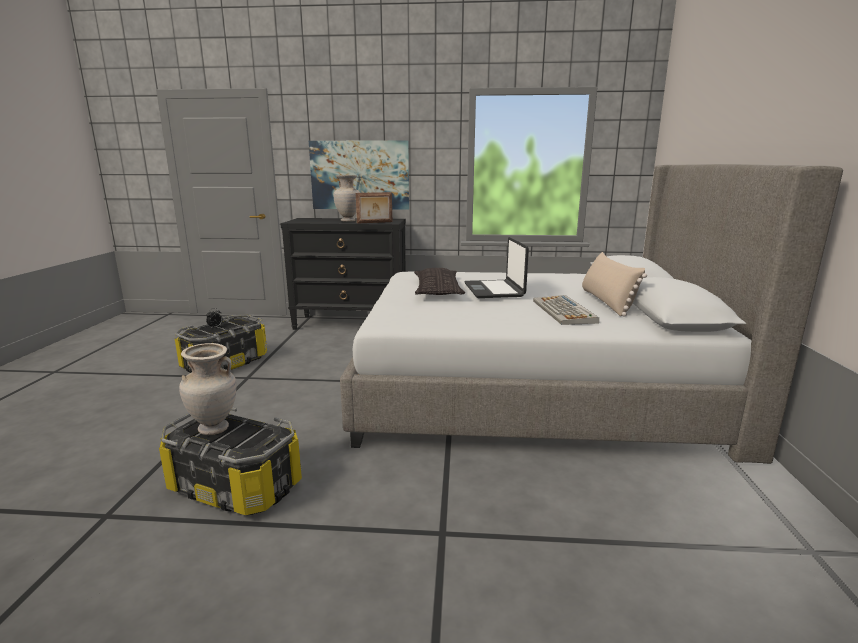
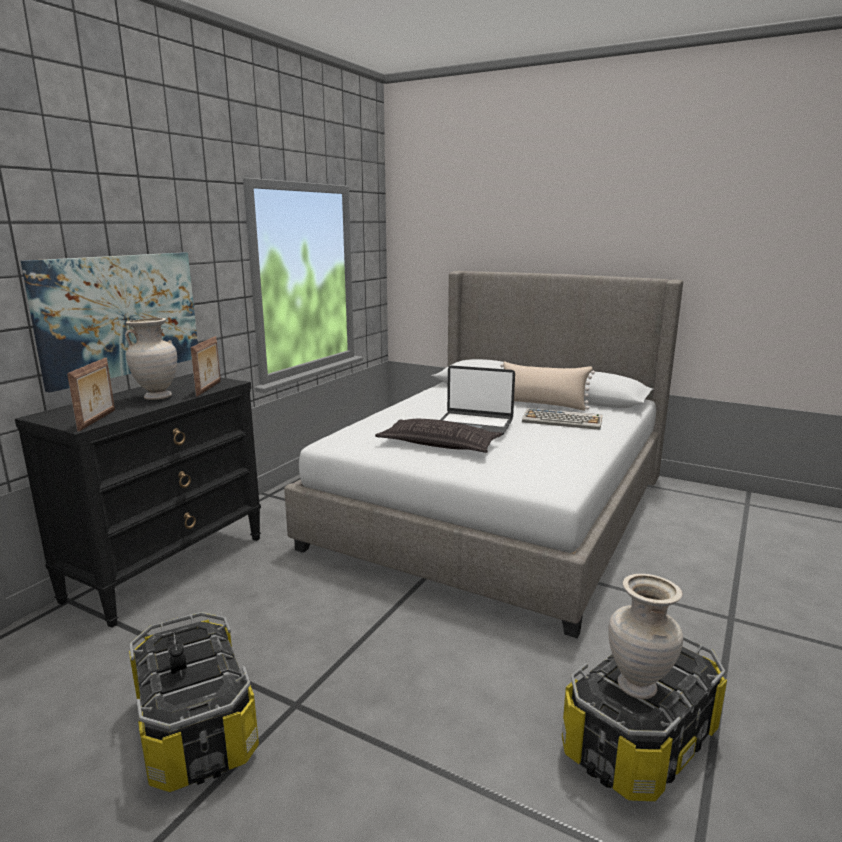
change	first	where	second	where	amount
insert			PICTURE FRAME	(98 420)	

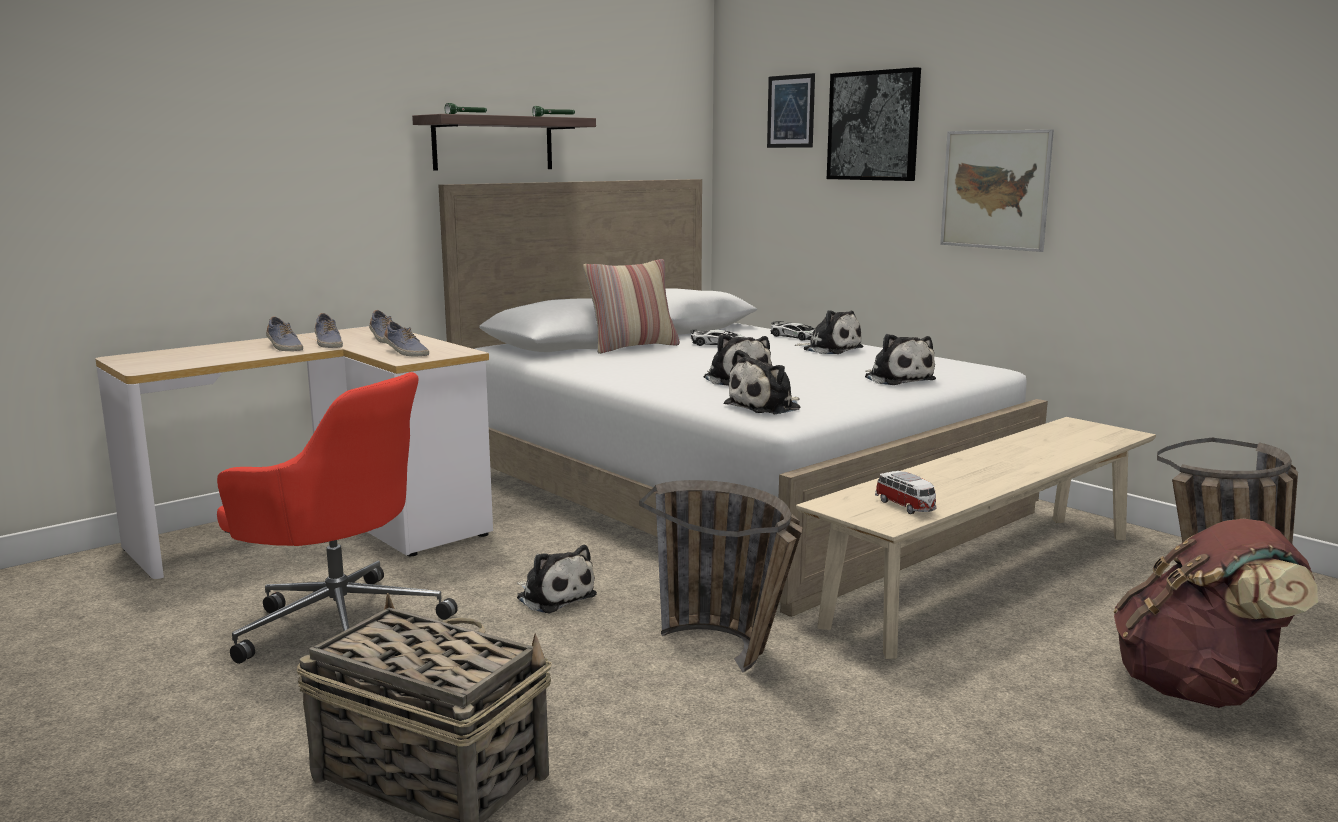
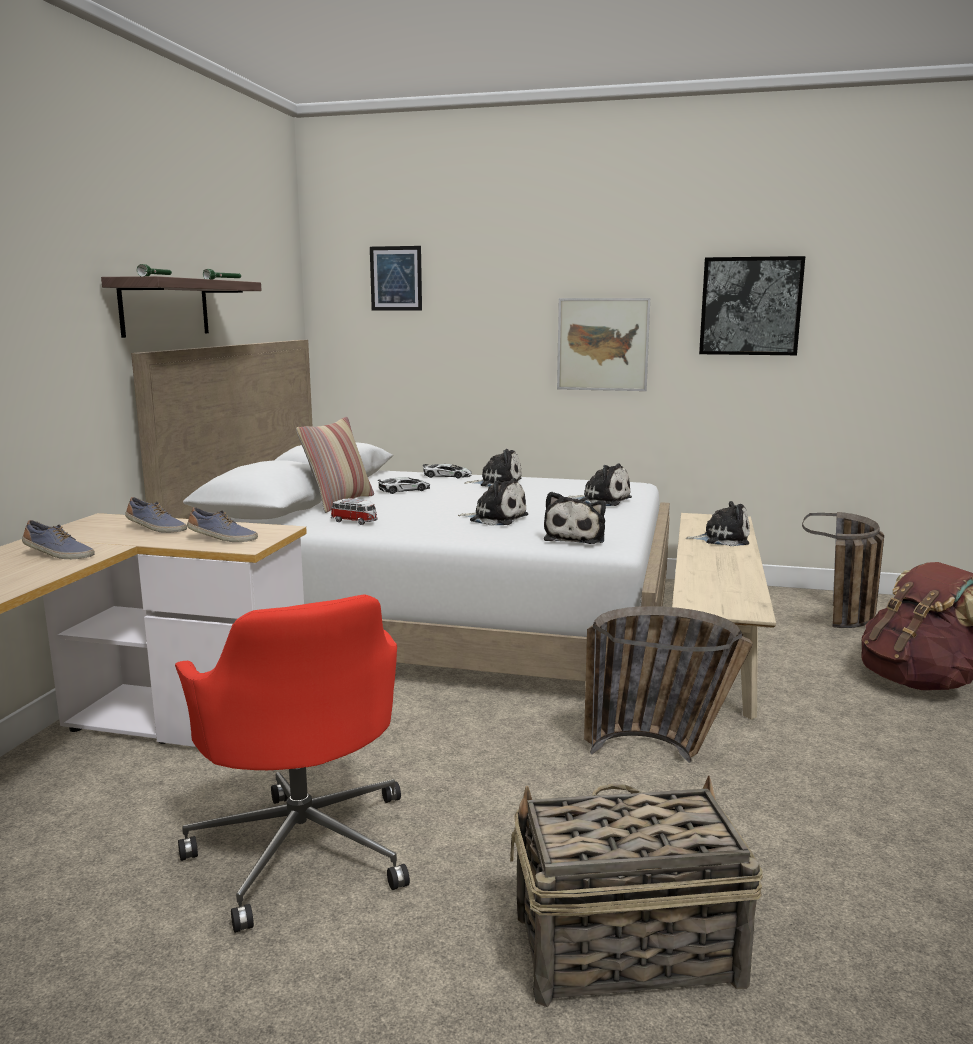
change	first	where	second	where	amount
rotate	RED OFFICE CHAIR	(339 624)		(303 847)	75 degrees clockwise
move	TOY CAR	(906 506)		(355 522)	
move	PLUSH TOY	(554 596)		(722 539)	
move	PICTURE	(874 126)		(750 306)	
delete	SHOE	(328 343)			

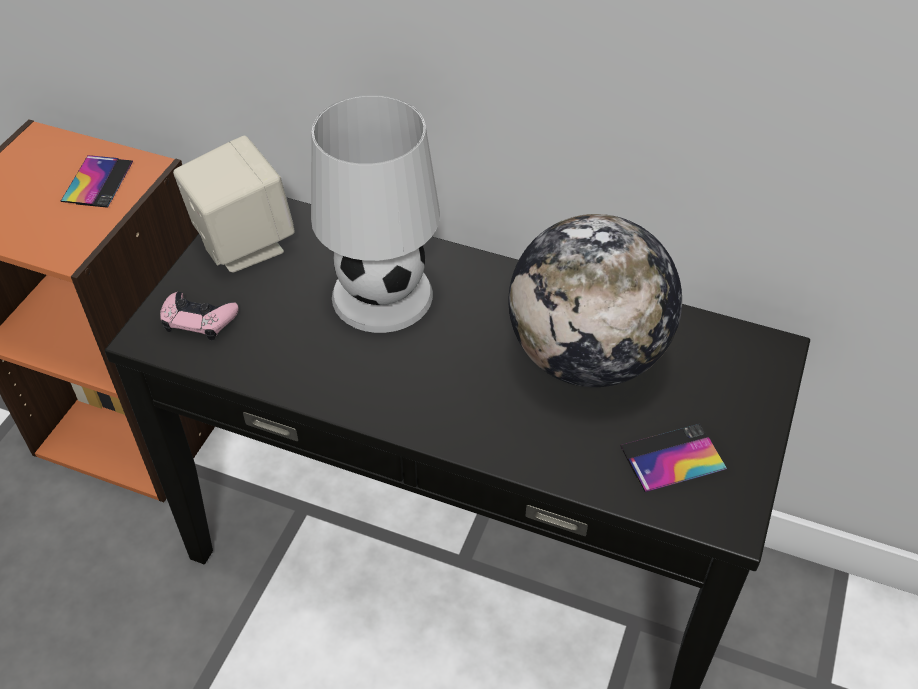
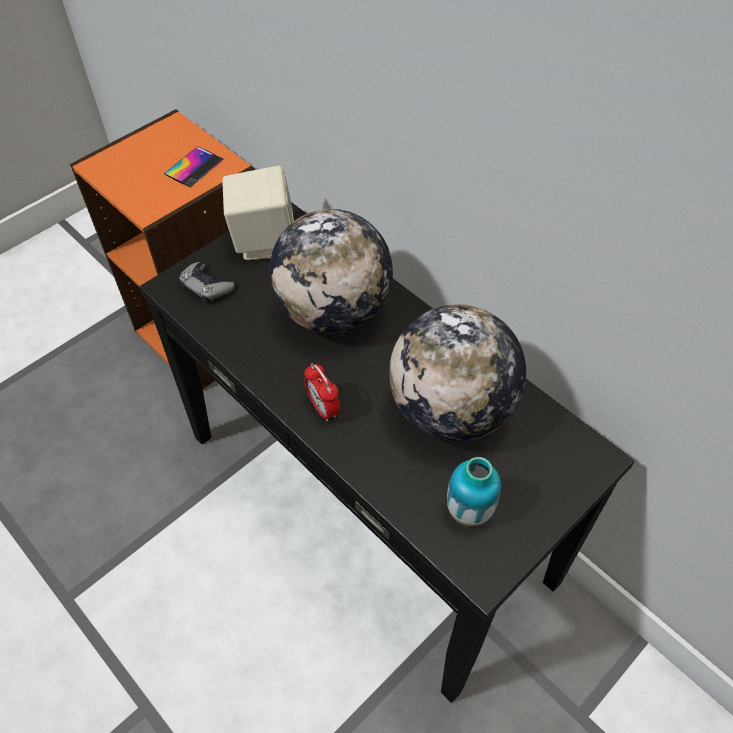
change	first	where	second	where	amount
recolor	PINK GAME CONTROLLER	(199 320)	GREY GAME CONTROLLER	(206 286)	
replace	WHITE TABLE LAMP	(382 296)	GLOBE	(334 311)	
insert			ALARM CLOCK	(323 408)	
replace	PHONE	(672 458)	VASE	(469 511)	

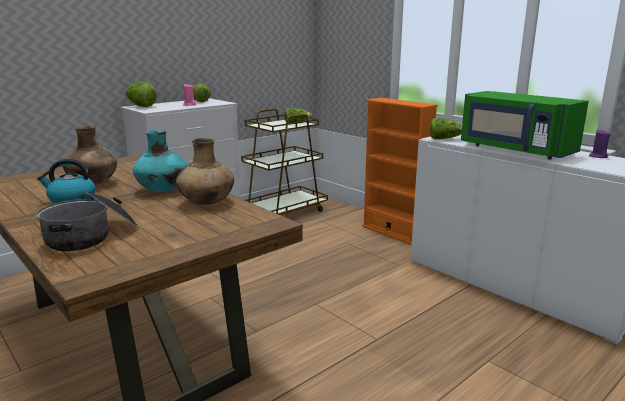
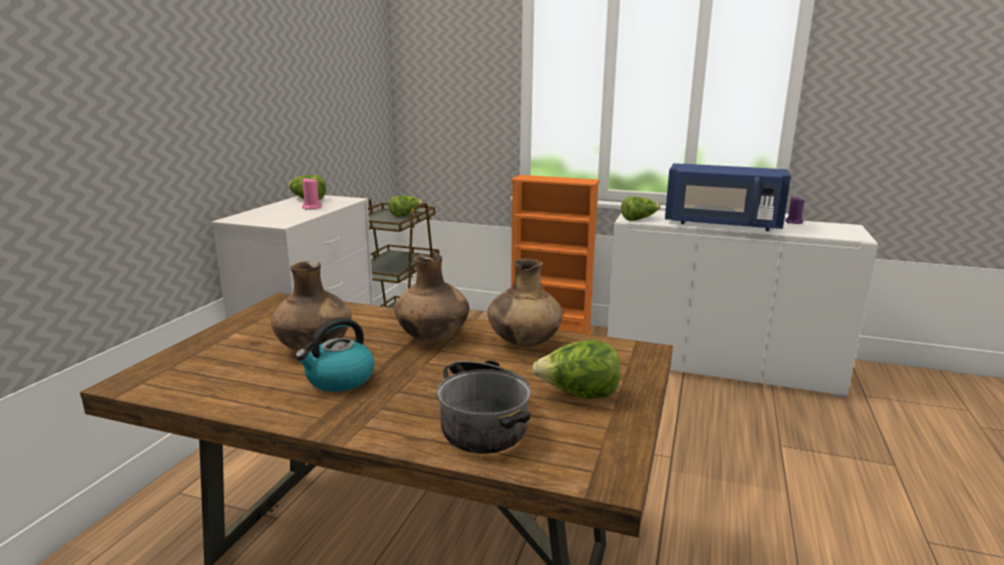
change	first	where	second	where	amount
recolor	TURQUOISE VASE	(163 190)	BROWN VASE	(433 337)	
move	LETTUCE	(141 106)		(578 395)	
recolor	GREEN MICROWAVE	(514 150)	BLUE MICROWAVE	(722 224)	

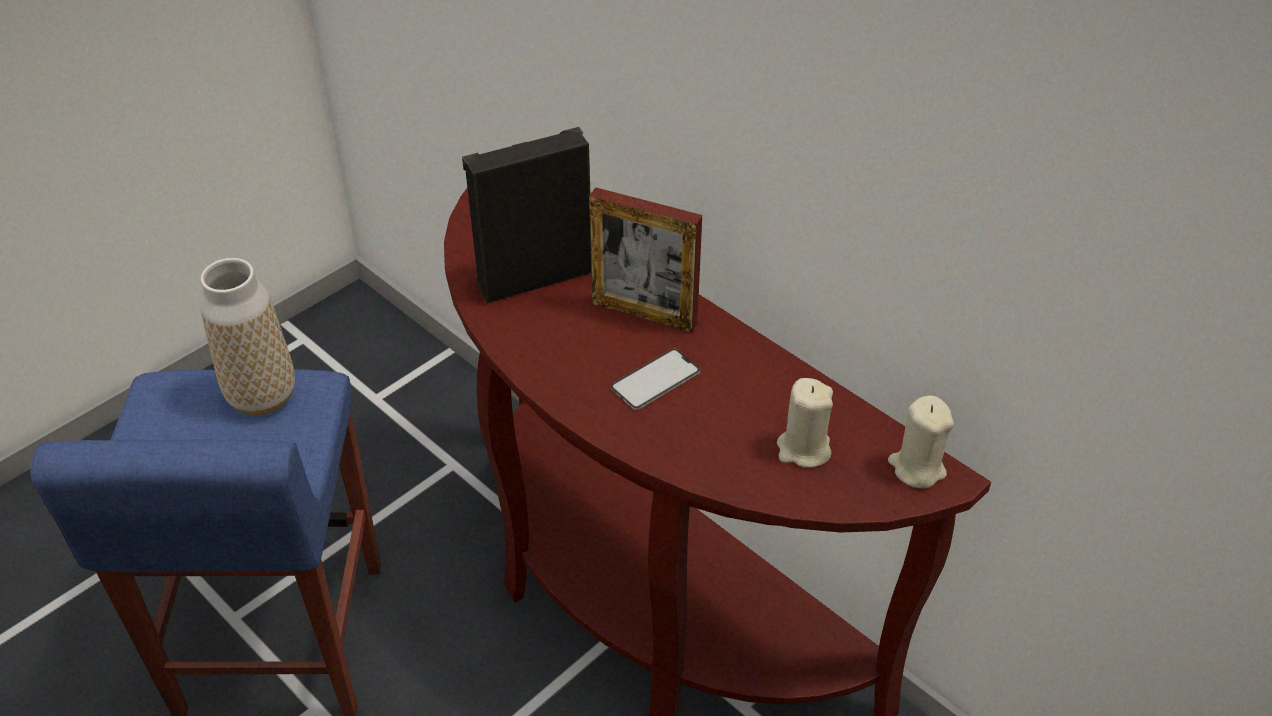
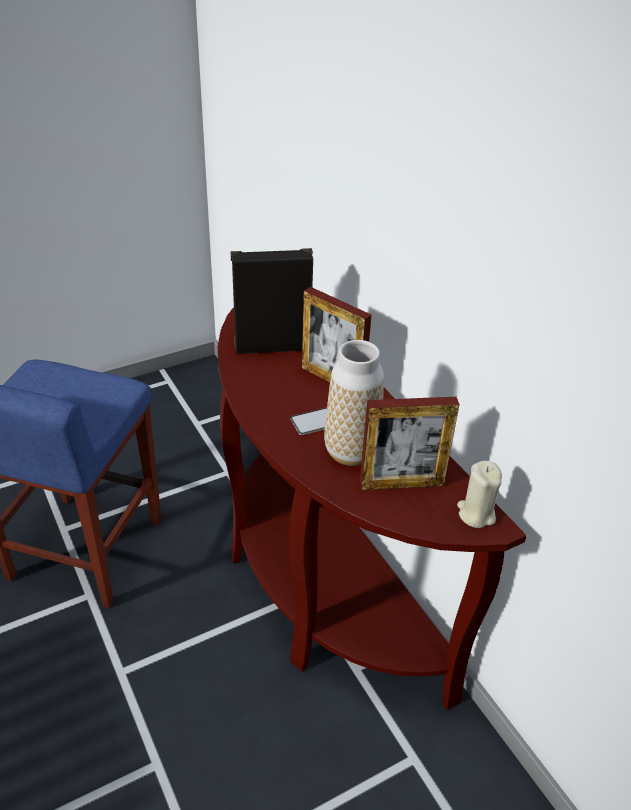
change	first	where	second	where	amount
move	VASE	(262 397)		(351 452)	
replace	BEIGE CANDLE	(803 449)	PICTURE FRAME	(401 484)	

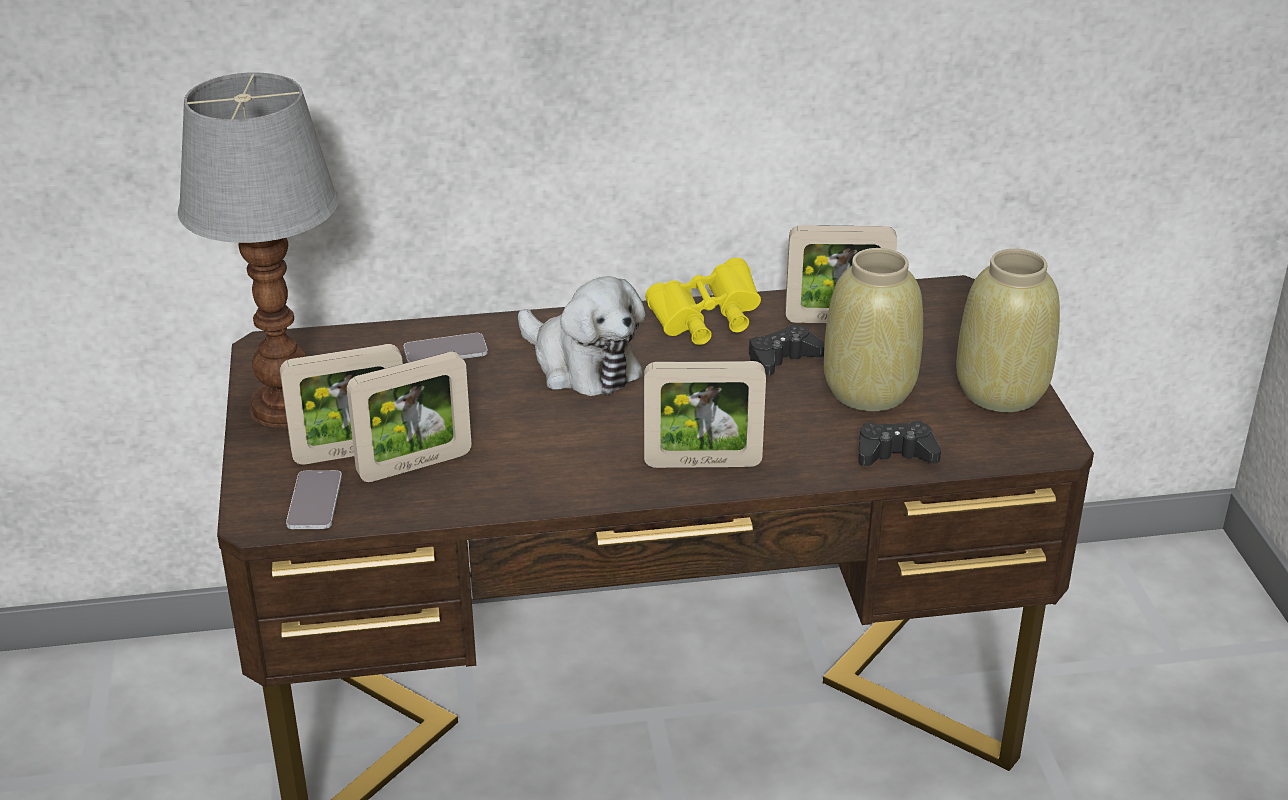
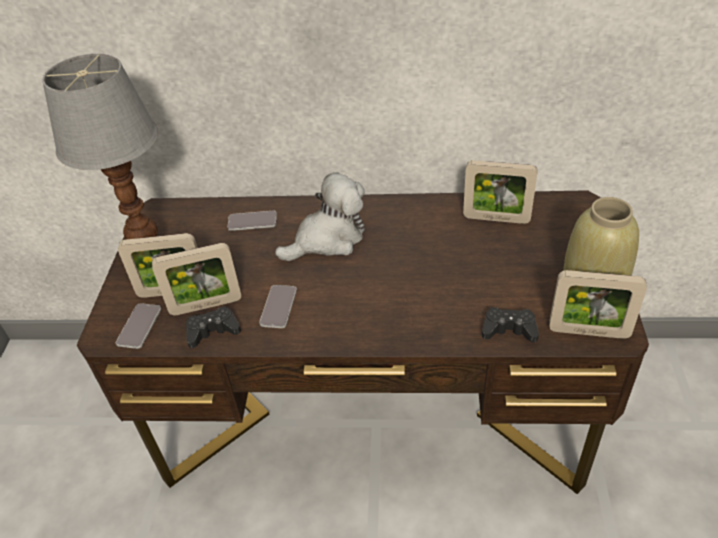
change	first	where	second	where	amount
move	BLACK GAME CONTROLLER	(783 358)		(213 331)	
insert			PHONE	(278 307)	
rotate	PLUSH TOY	(581 365)		(328 239)	90 degrees counterclockwise
move	PICTURE FRAME	(702 463)		(588 332)	
delete	YELLOW BINOCULARS	(705 322)			
delete	BEIGE VASE	(869 390)			

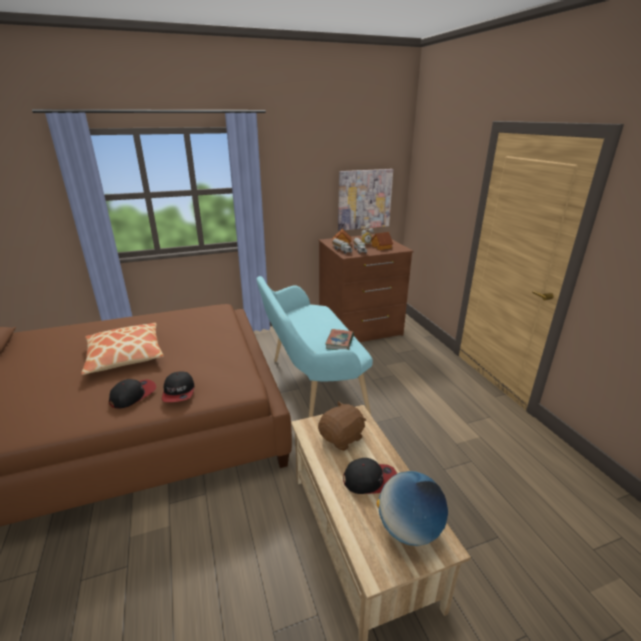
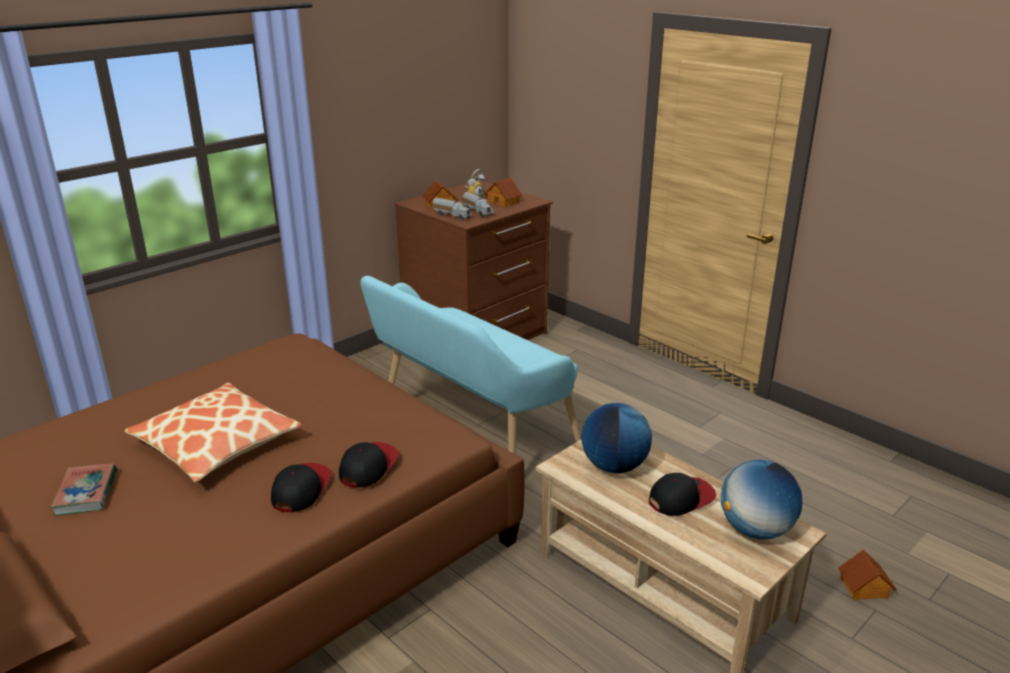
change	first	where	second	where	amount
move	BOOK	(339 342)		(86 493)	
rotate	CAP	(179 392)		(368 467)	120 degrees counterclockwise
replace	BROWN PLUSH TOY	(342 438)	GLOBE	(614 466)	
insert			TOY HOUSE	(864 588)	
delete	PICTURE	(364 199)			

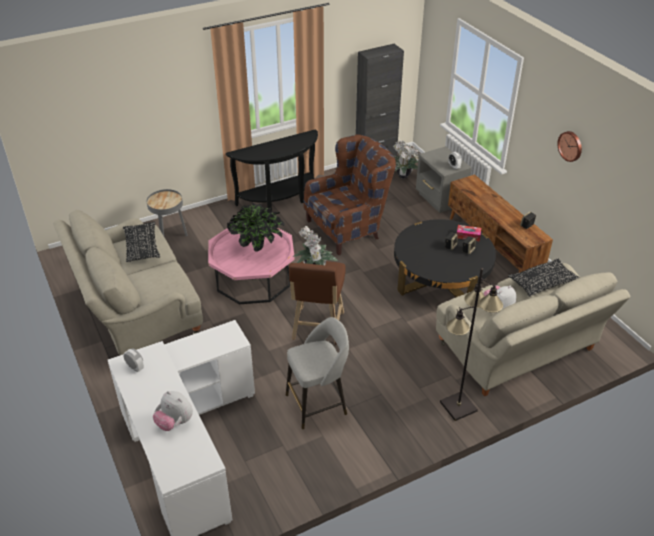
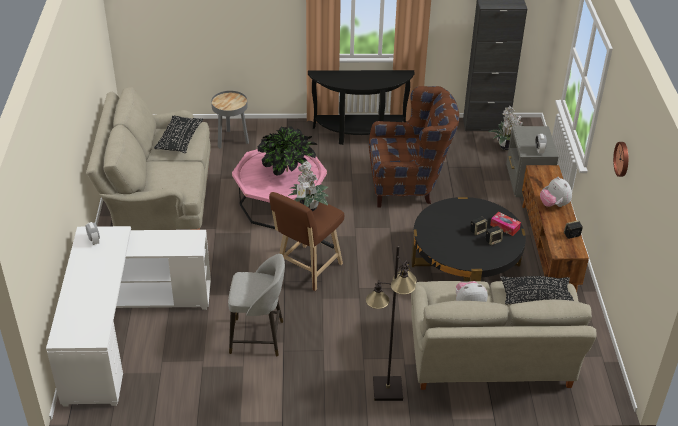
change	first	where	second	where	amount
move	PLUSH TOY	(175 422)		(554 204)	

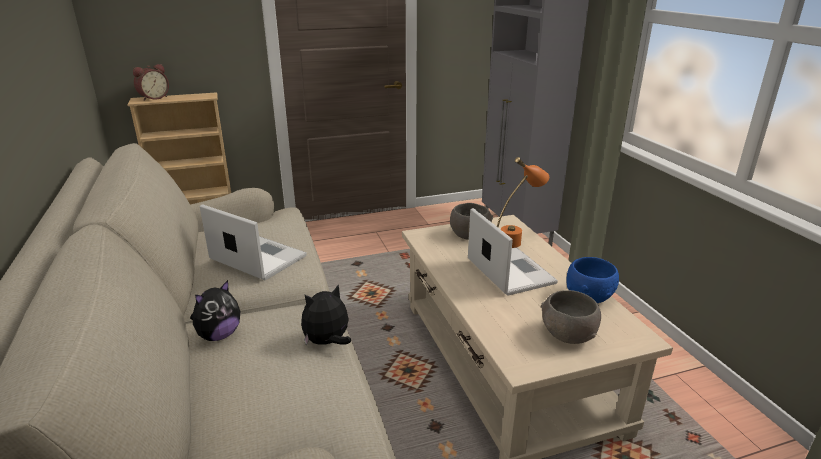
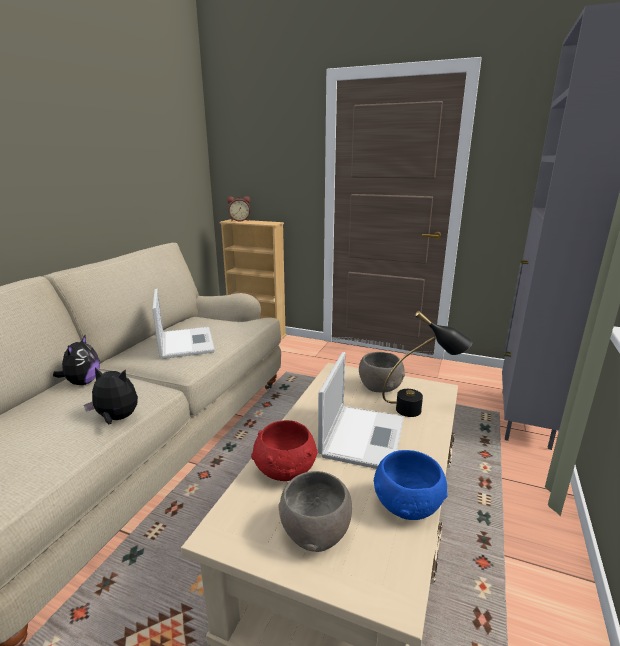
change	first	where	second	where	amount
rotate	PLUSH TOY	(219 335)		(82 382)	75 degrees counterclockwise
insert			RED BOWL	(285 470)	
recolor	ORANGE TABLE LAMP	(517 239)	BLACK TABLE LAMP	(421 410)	

